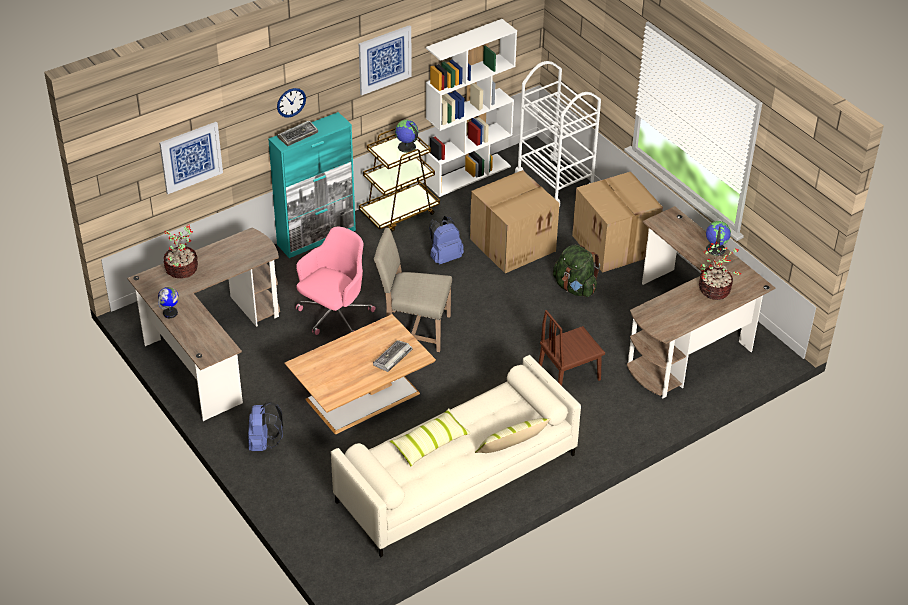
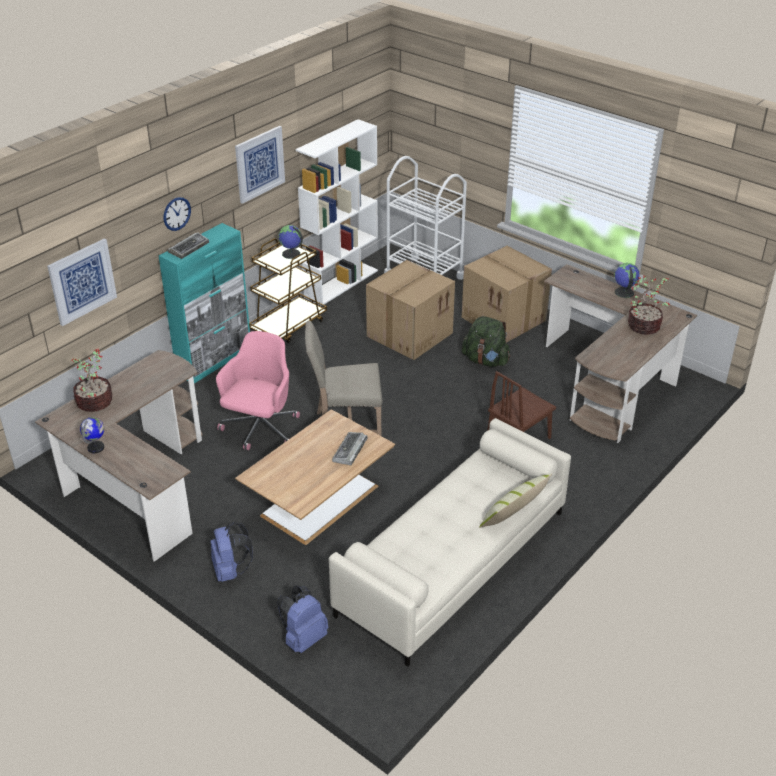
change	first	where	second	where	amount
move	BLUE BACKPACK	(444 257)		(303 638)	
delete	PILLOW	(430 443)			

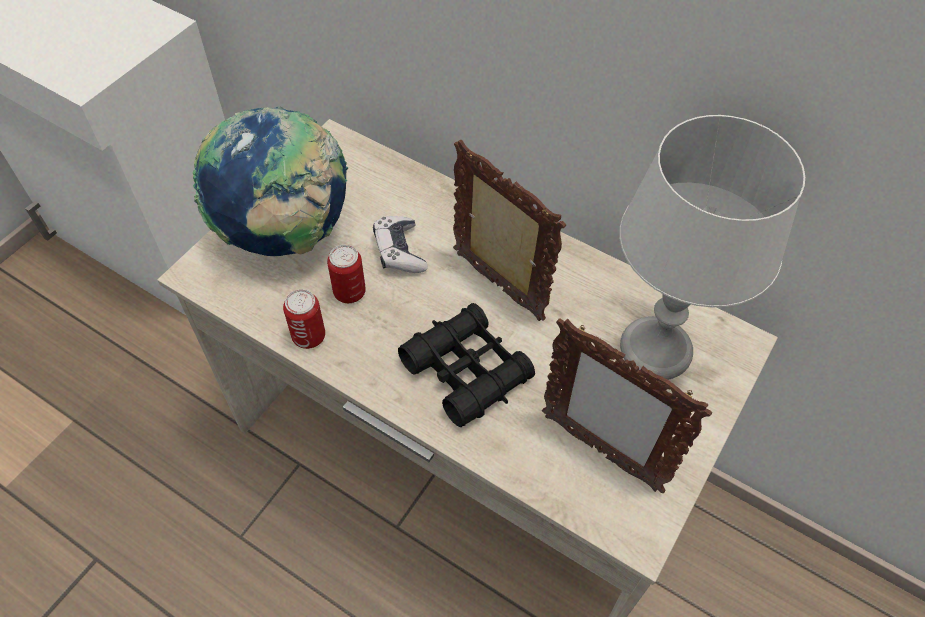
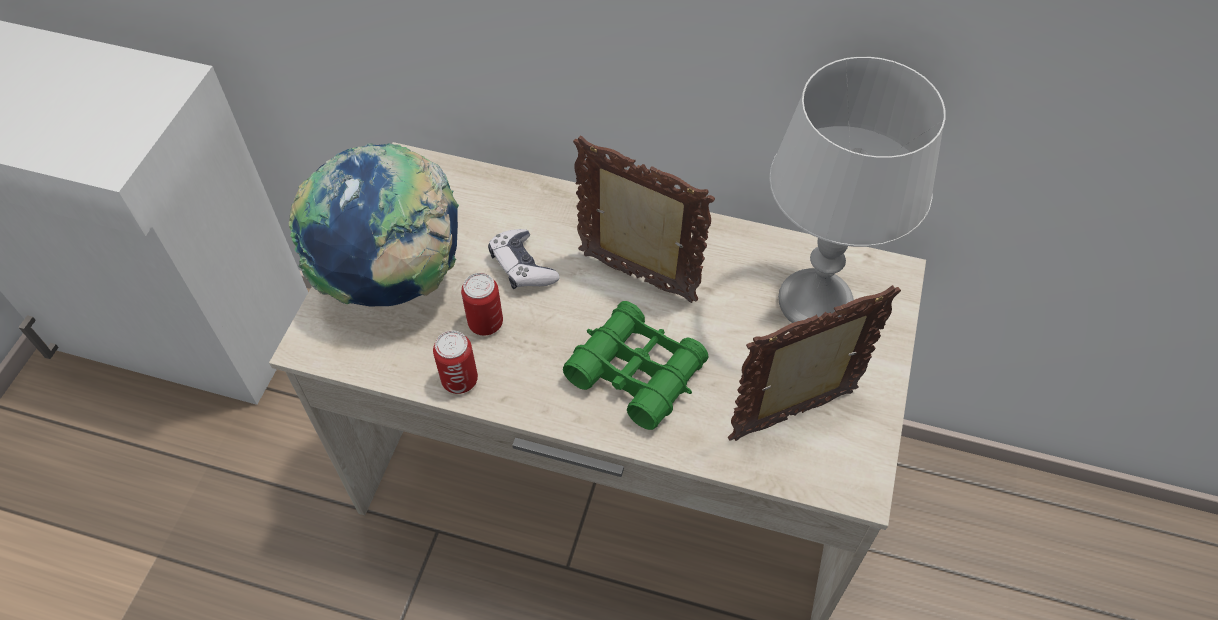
change	first	where	second	where	amount
recolor	BLACK BINOCULARS	(466 370)	GREEN BINOCULARS	(636 372)	
rotate	PICTURE FRAME	(599 451)		(794 416)	135 degrees clockwise

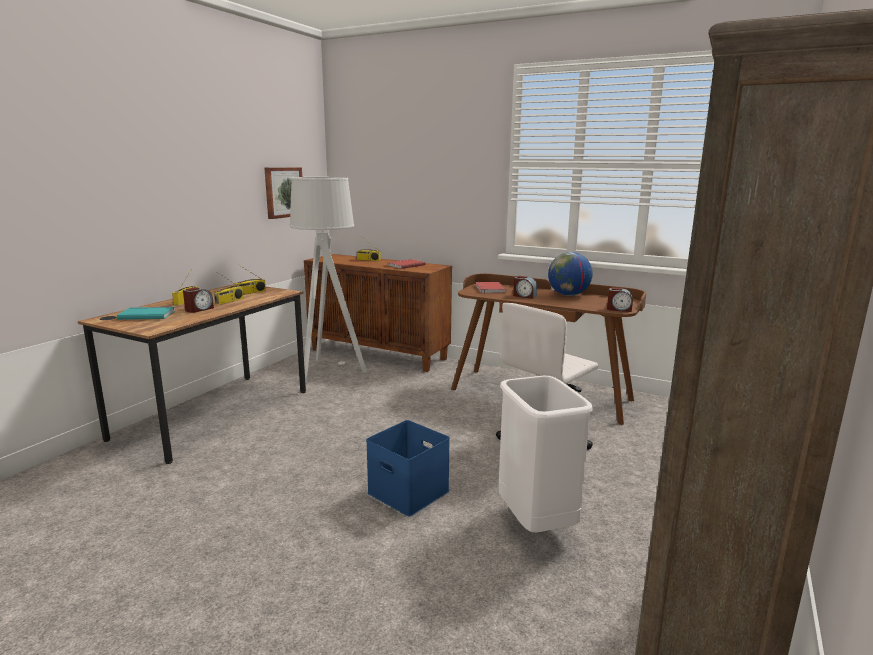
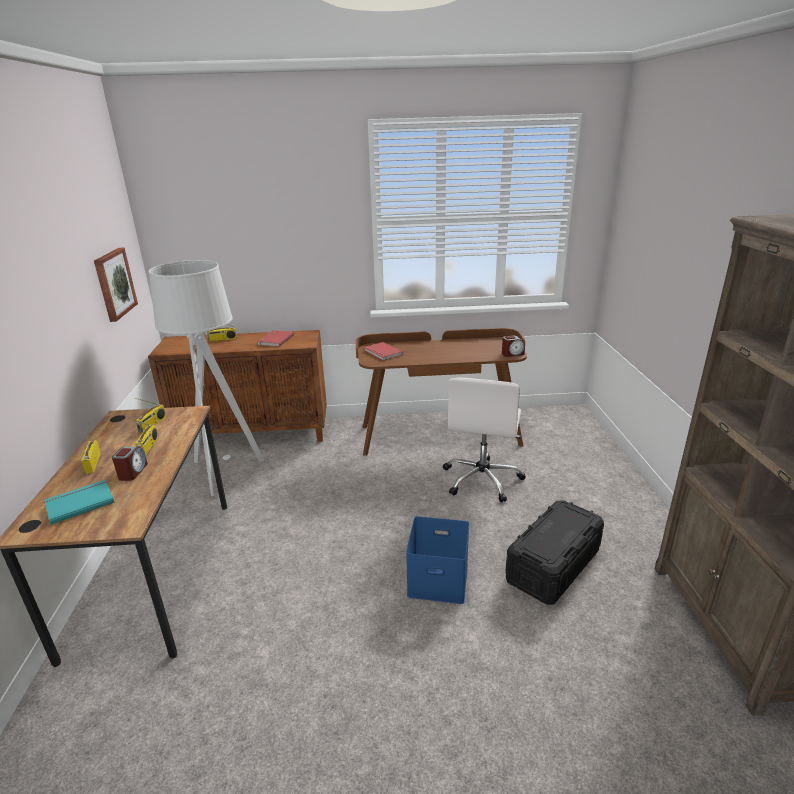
change	first	where	second	where	amount
replace	WHITE TRASH CAN	(536 524)	BLACK STORAGE BOX	(553 565)	
delete	ALARM CLOCK	(524 296)			
delete	GLOBE	(568 295)			

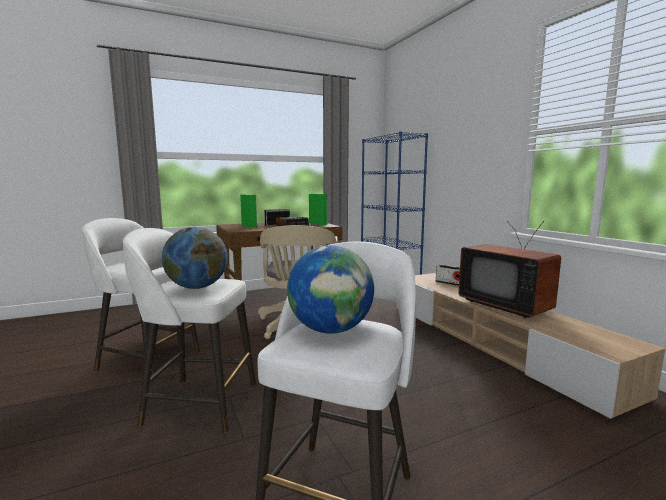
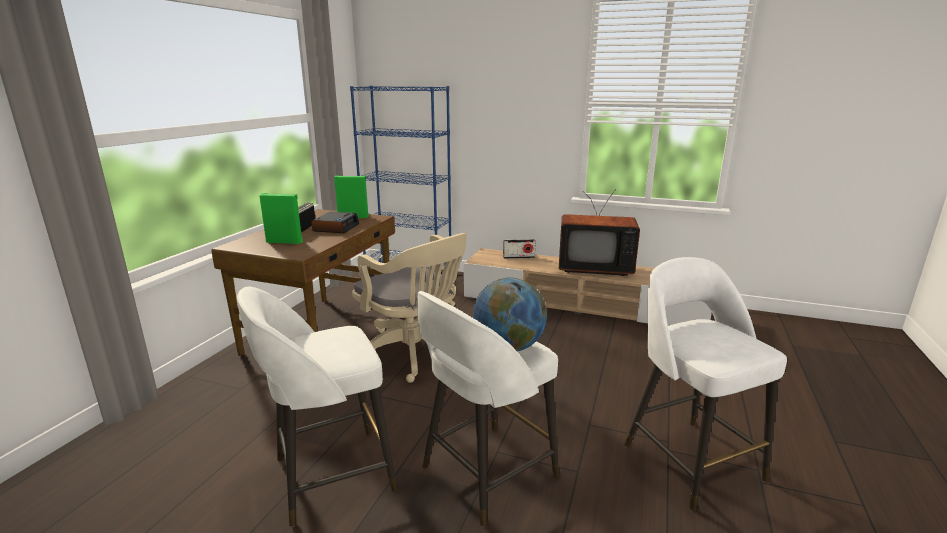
change	first	where	second	where	amount
delete	GLOBE	(330 330)			

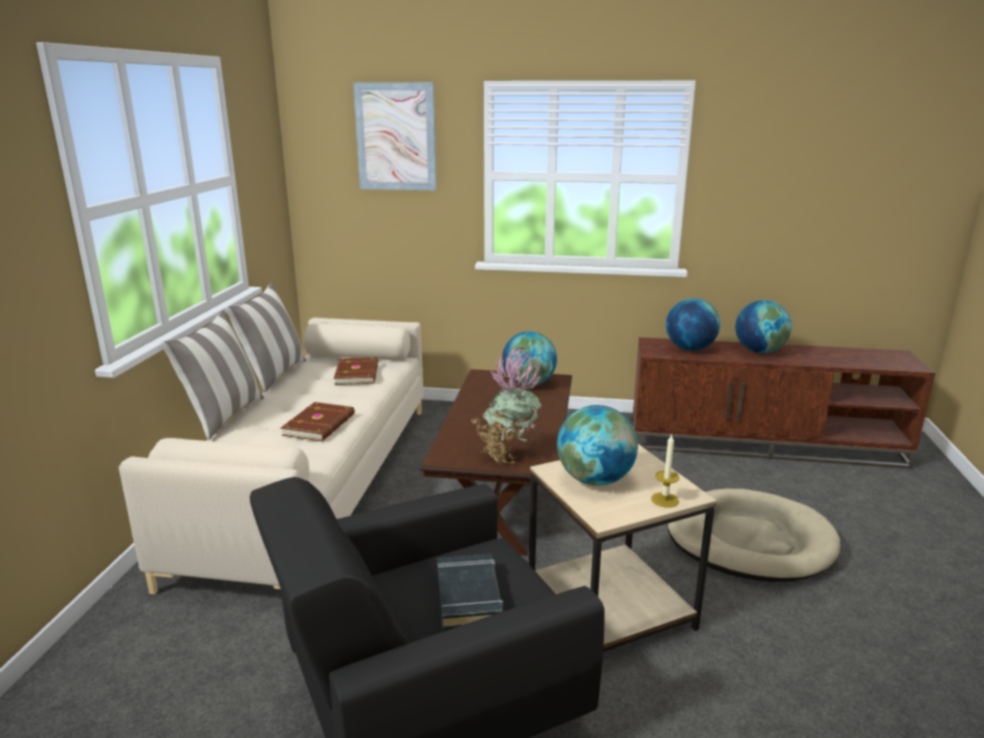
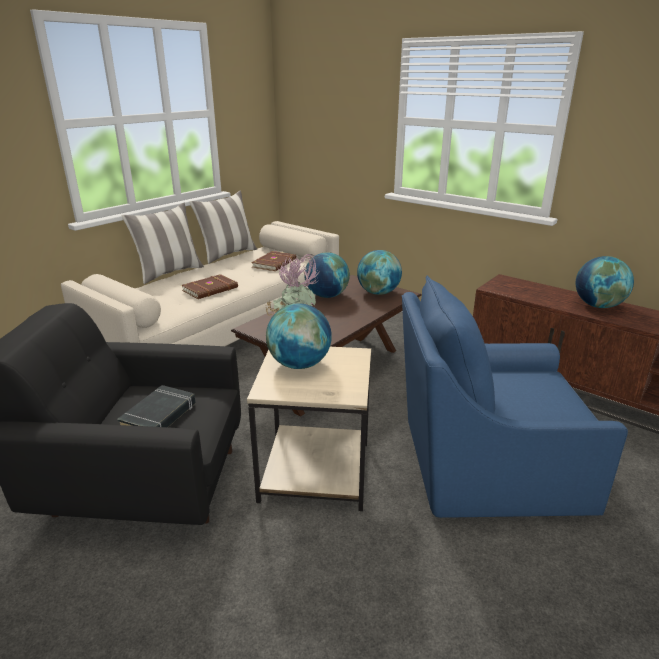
change	first	where	second	where	amount
move	GLOBE	(689 349)		(327 296)	
replace	BEIGE DOG BED	(749 541)	BLUE ARMCHAIR	(483 465)	
delete	PICTURE	(396 137)			
delete	CANDLE	(664 500)			

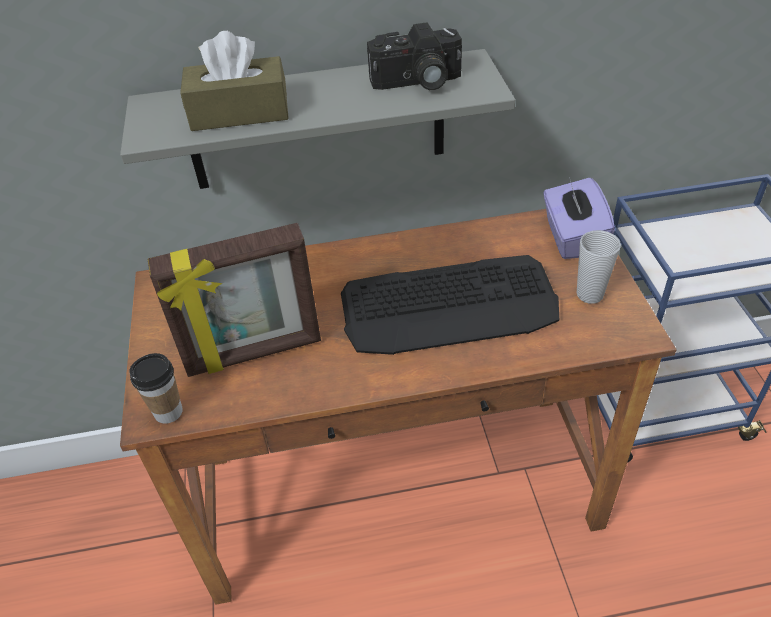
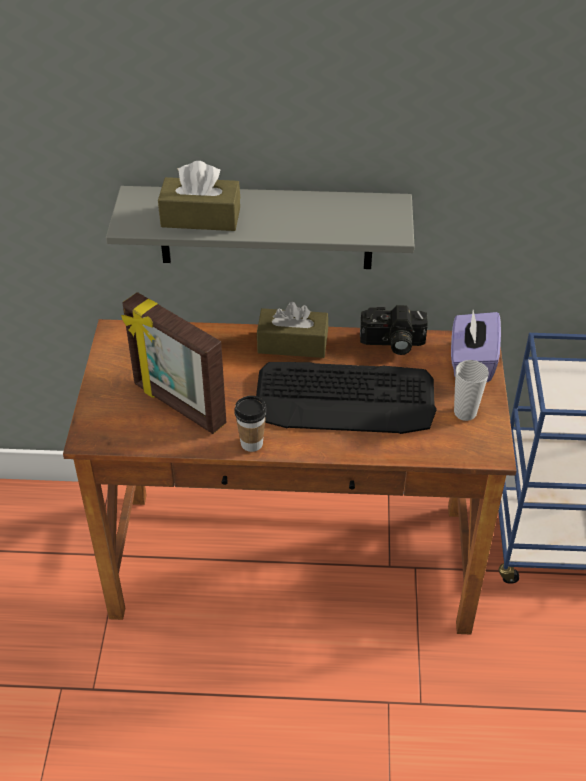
change	first	where	second	where	amount
rotate	PICTURE FRAME	(254 353)		(178 405)	45 degrees clockwise
move	CUP	(168 412)		(251 443)	
insert			BROWN TISSUE BOX	(292 344)	
move	PHOTO CAMERA	(417 83)		(392 343)	

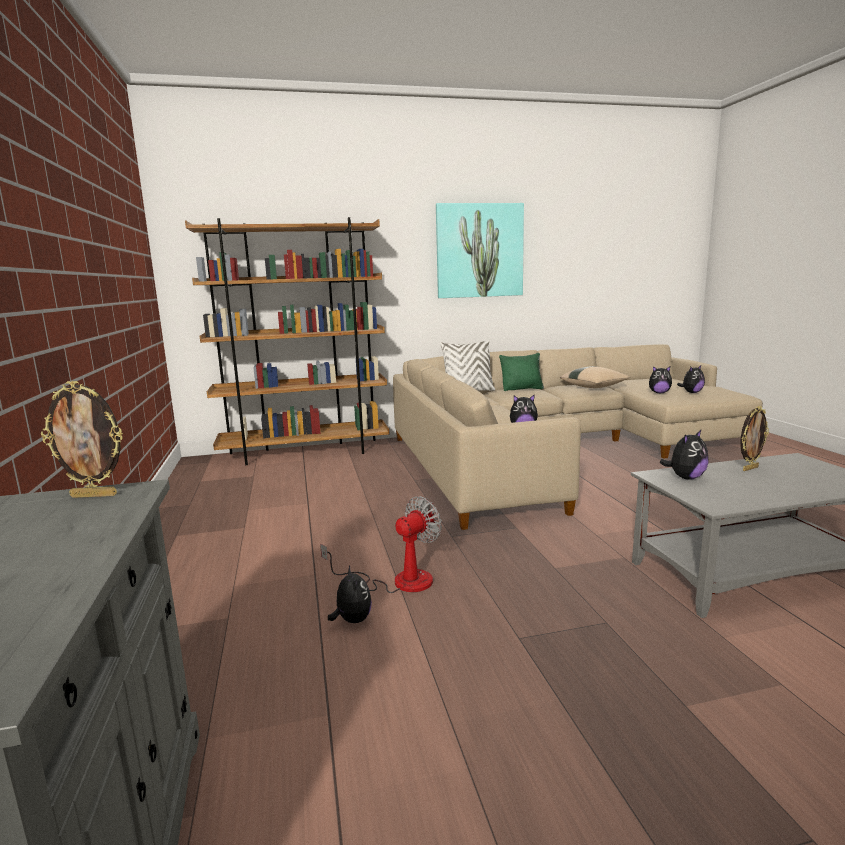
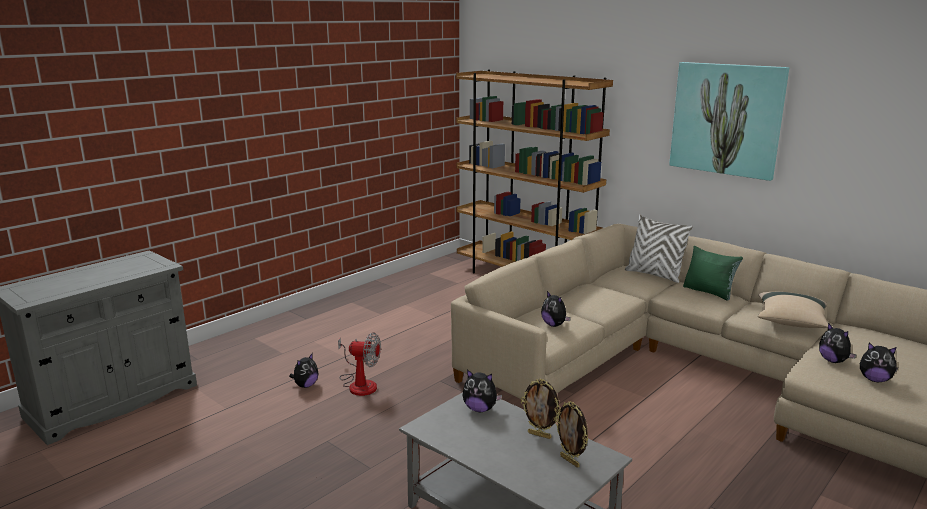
change	first	where	second	where	amount
move	PICTURE FRAME	(95 495)		(570 461)	

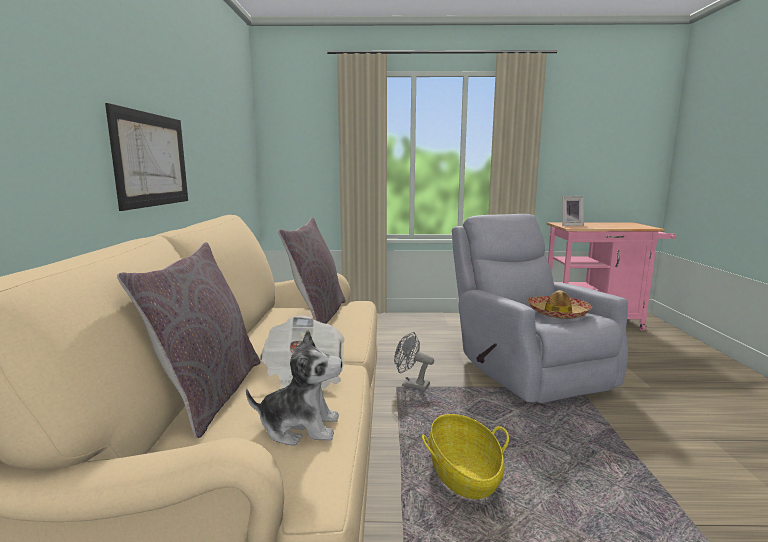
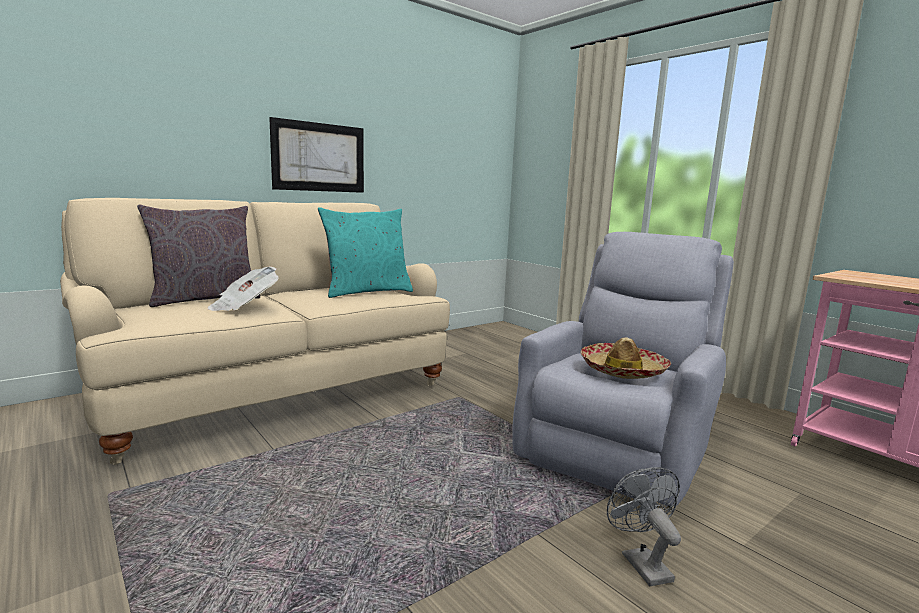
change	first	where	second	where	amount
recolor	GREY PILLOW	(317 315)	TURQUOISE PILLOW	(367 292)	
move	GREY FAN	(411 385)		(641 562)	
delete	PLUSH TOY	(300 427)			
delete	BASKET	(463 474)			
delete	PICTURE FRAME	(570 225)			

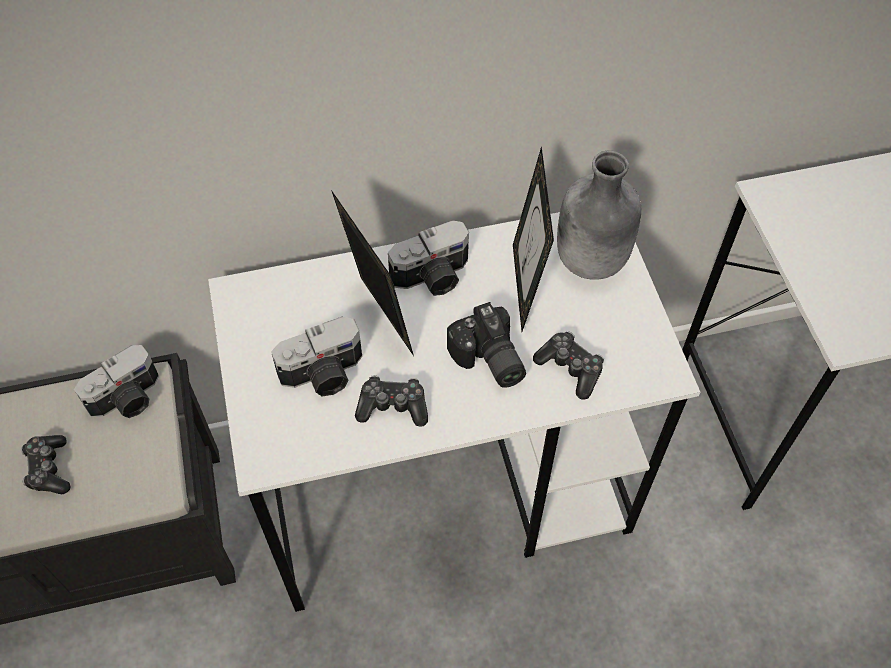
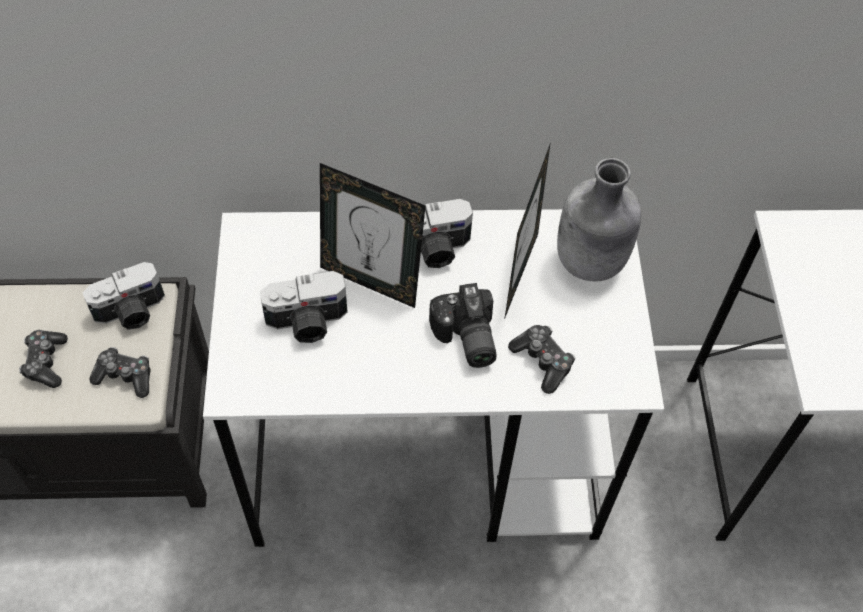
change	first	where	second	where	amount
move	GAME CONTROLLER	(393 406)		(125 376)	
rotate	PICTURE FRAME	(378 320)		(371 281)	135 degrees clockwise

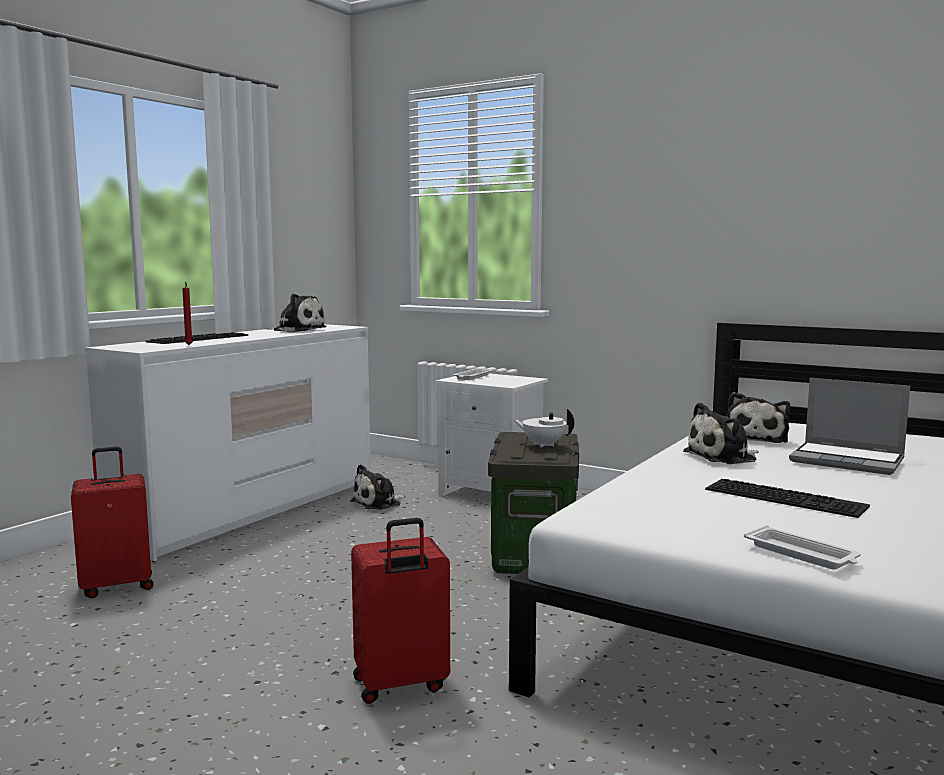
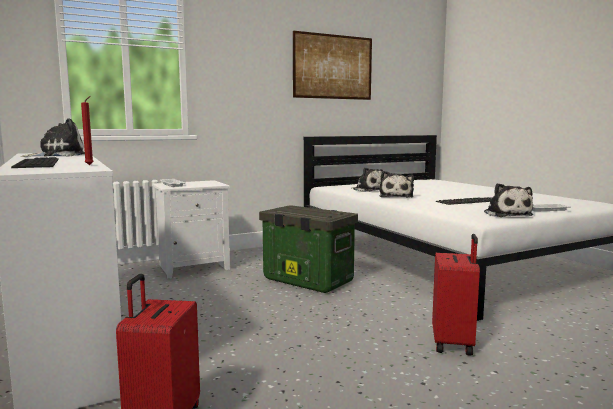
change	first	where	second	where	amount
insert			PICTURE	(333 67)	
move	PLUSH TOY	(378 503)		(506 214)	
delete	WHITE TEAPOT	(543 445)			
delete	LAPTOP	(848 461)			

